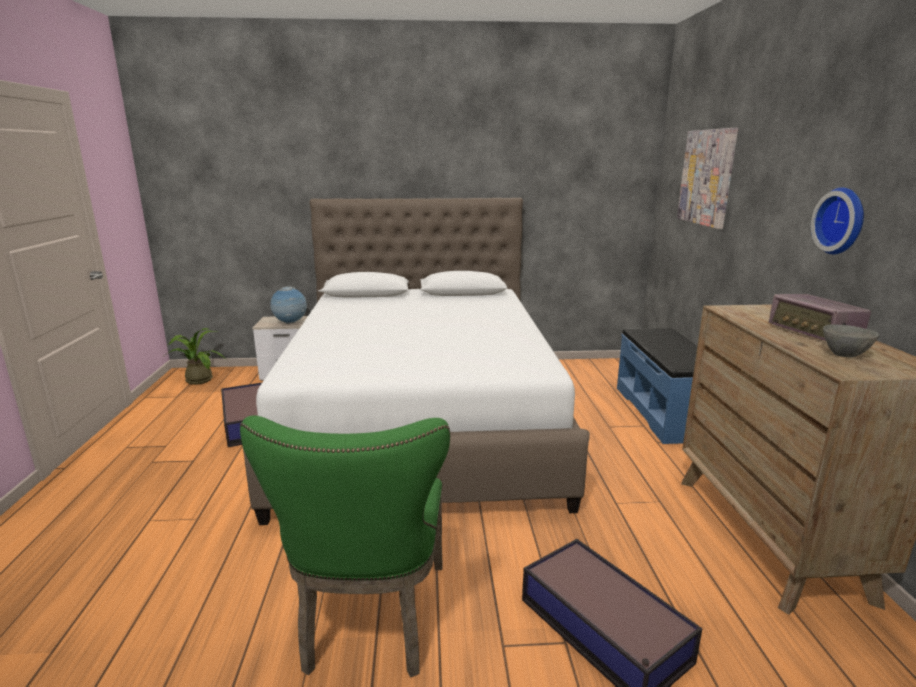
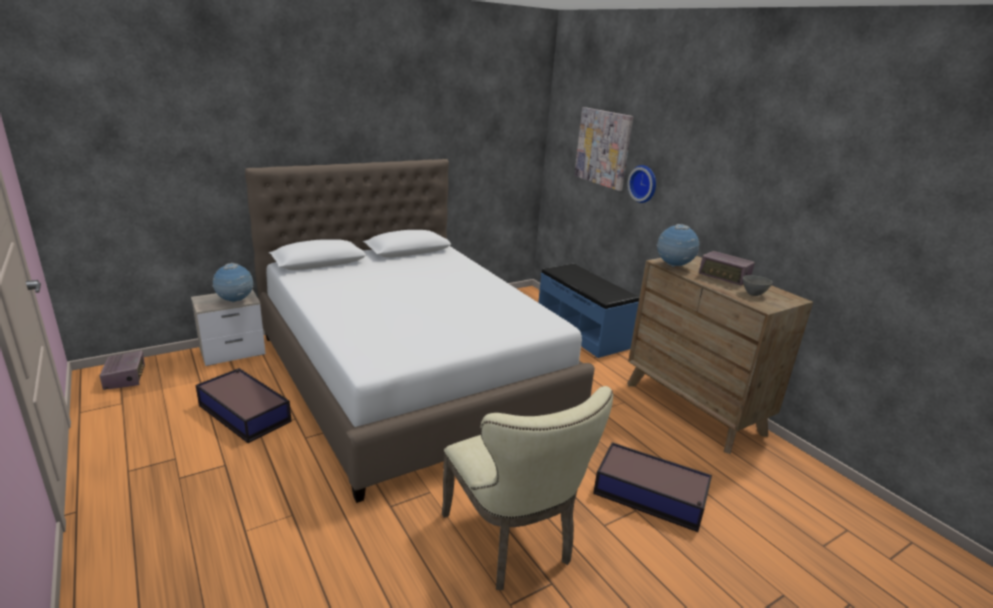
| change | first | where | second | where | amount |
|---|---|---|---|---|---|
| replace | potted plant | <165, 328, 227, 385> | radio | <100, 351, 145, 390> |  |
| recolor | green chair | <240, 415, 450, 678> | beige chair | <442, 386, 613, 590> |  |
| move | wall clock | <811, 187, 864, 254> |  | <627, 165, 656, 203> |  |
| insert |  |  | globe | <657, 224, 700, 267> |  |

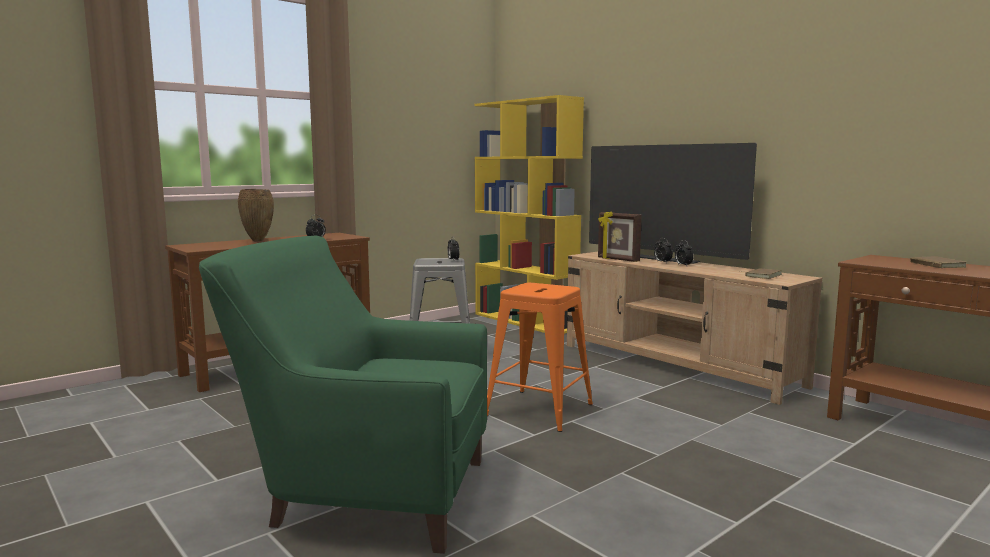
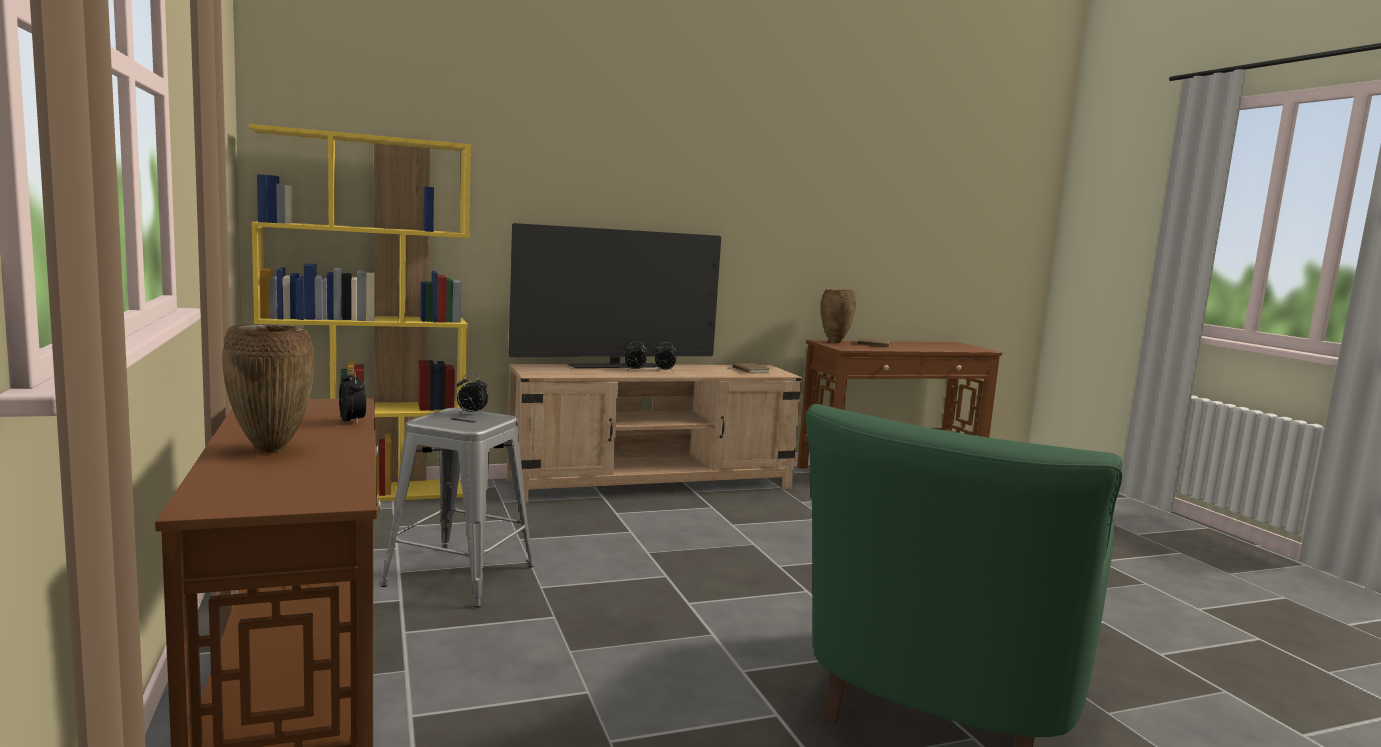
| change | first | where | second | where | amount |
|---|---|---|---|---|---|
| insert |  |  | brown vase | <821, 289, 856, 343> |  |
| delete | orange stool | <487, 283, 593, 432> |  |  |  |
| delete | picture frame | <598, 211, 642, 262> |  |  |  |

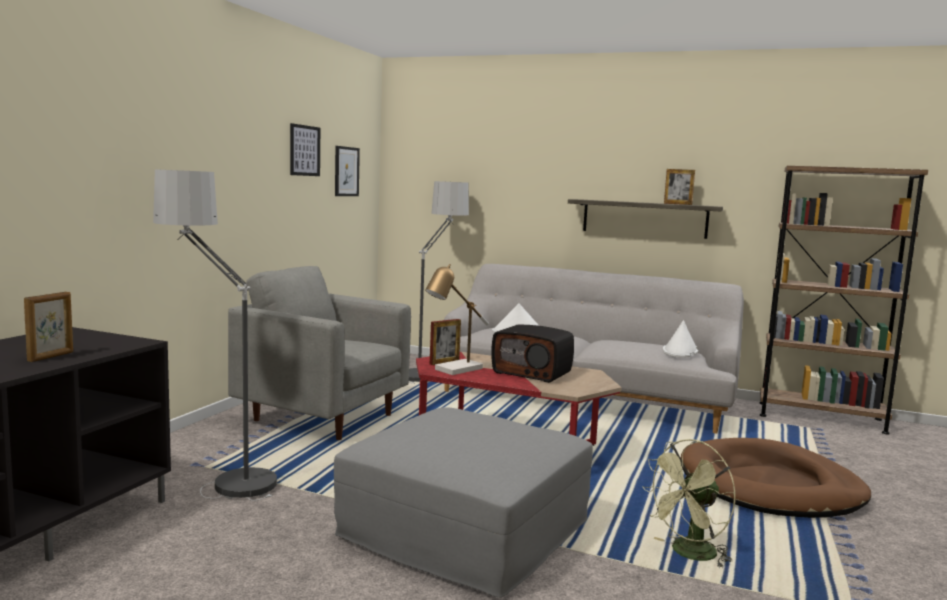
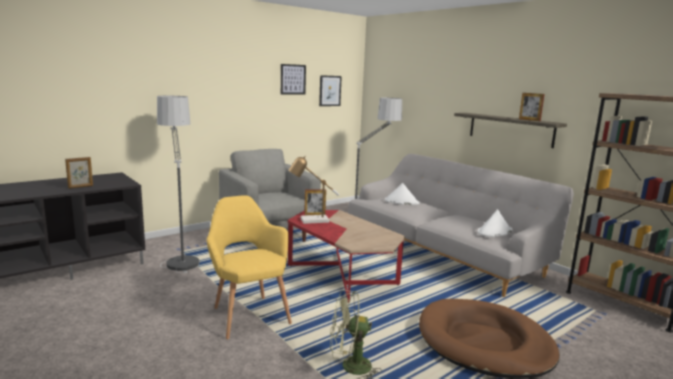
| change | first | where | second | where | amount |
|---|---|---|---|---|---|
| replace | grey ottoman | <334, 407, 593, 598> | yellow armchair | <206, 195, 292, 339> |  |
| delete | radio | <491, 325, 574, 383> |  |  |  |

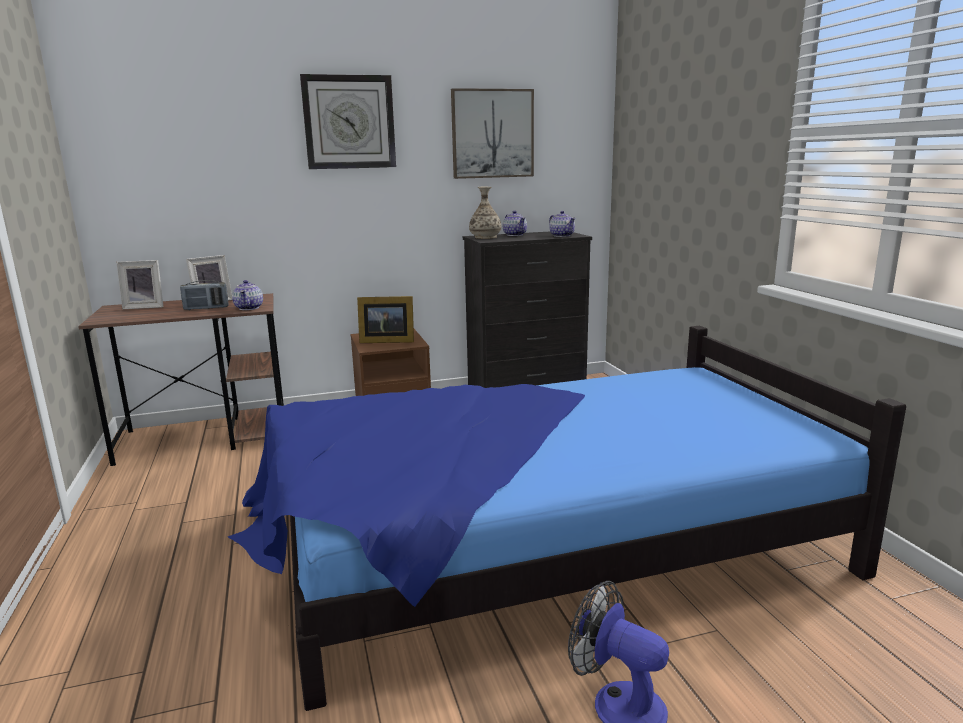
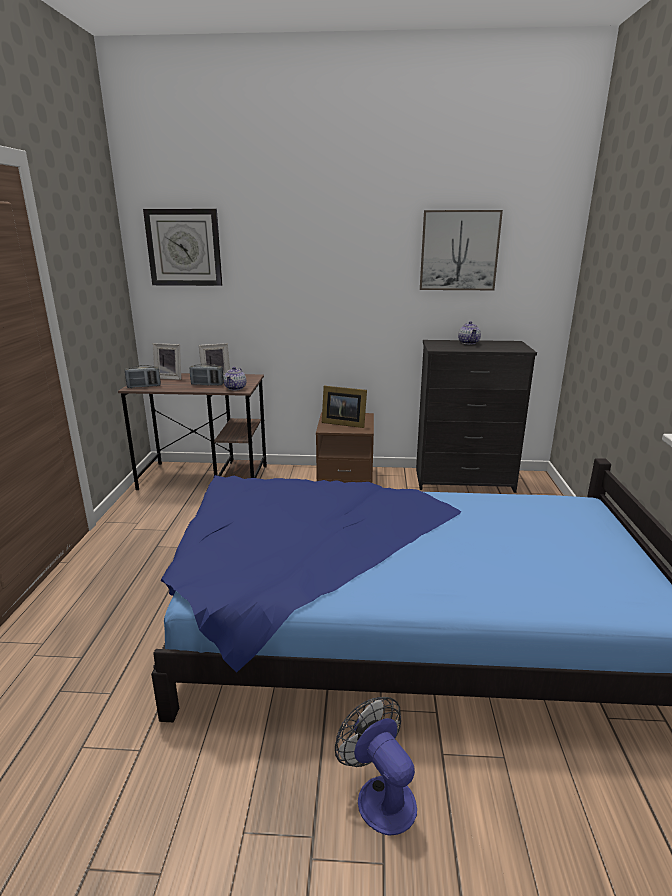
| change | first | where | second | where | amount |
|---|---|---|---|---|---|
| insert |  |  | radio | <125, 365, 161, 388> |  |
| move | wall clock | <300, 74, 396, 169> |  | <143, 209, 222, 286> |  |
| delete | vase | <469, 187, 501, 239> |  |  |  |
| delete | teapot | <549, 211, 576, 237> |  |  |  |

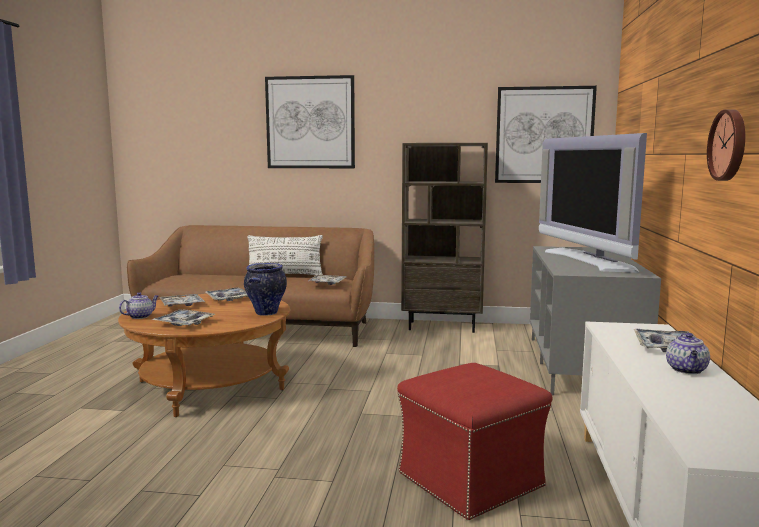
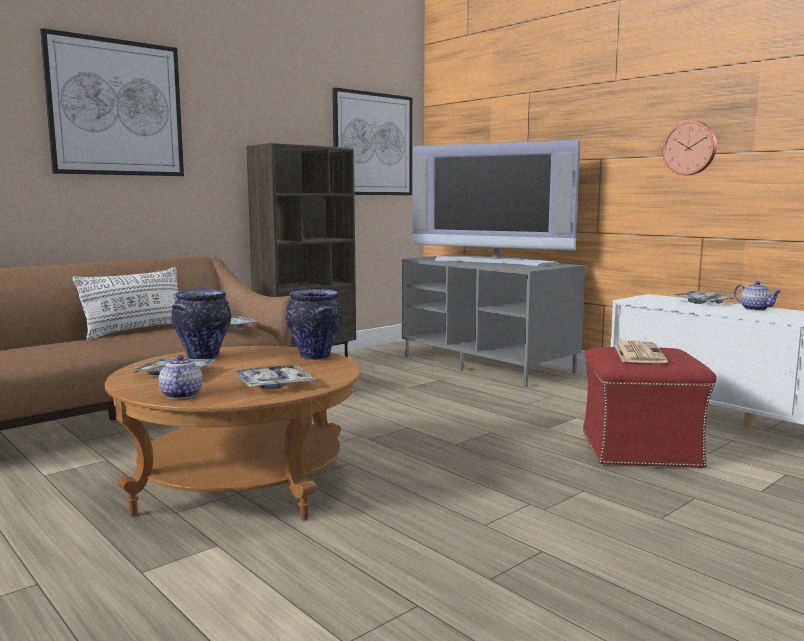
| change | first | where | second | where | amount |
|---|---|---|---|---|---|
| replace | tray | <206, 287, 248, 301> | vase | <171, 290, 231, 359> |  |
| insert |  |  | newspaper | <614, 341, 668, 363> |  |

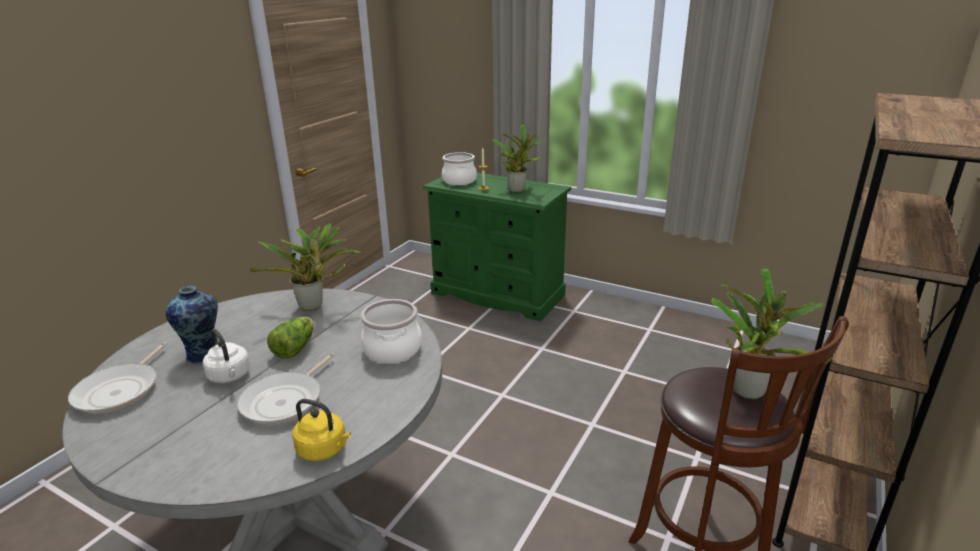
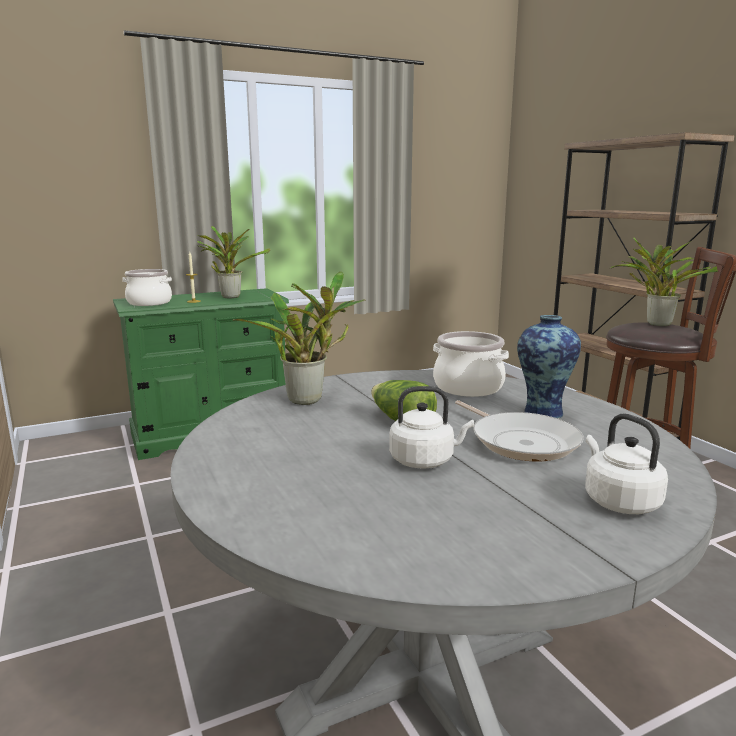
| change | first | where | second | where | amount |
|---|---|---|---|---|---|
| move | vase | <166, 286, 218, 363> |  | <517, 315, 581, 418> |  |
| insert |  |  | white kettle | <585, 413, 668, 514> |  |
| delete | frying pan | <68, 343, 167, 413> |  |  |  |
| delete | yellow kettle | <292, 399, 351, 461> |  |  |  |

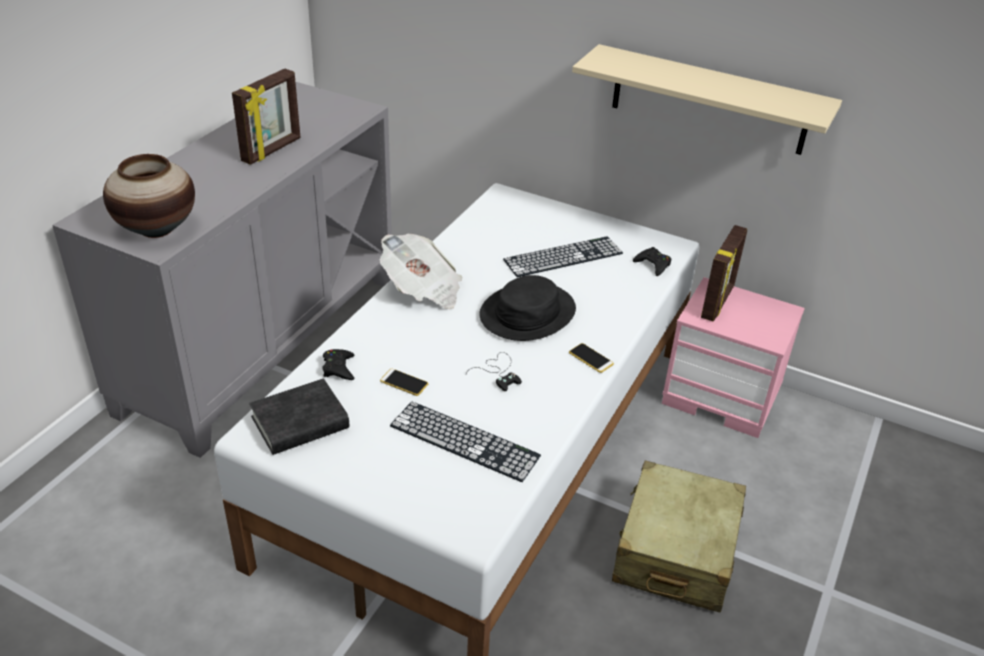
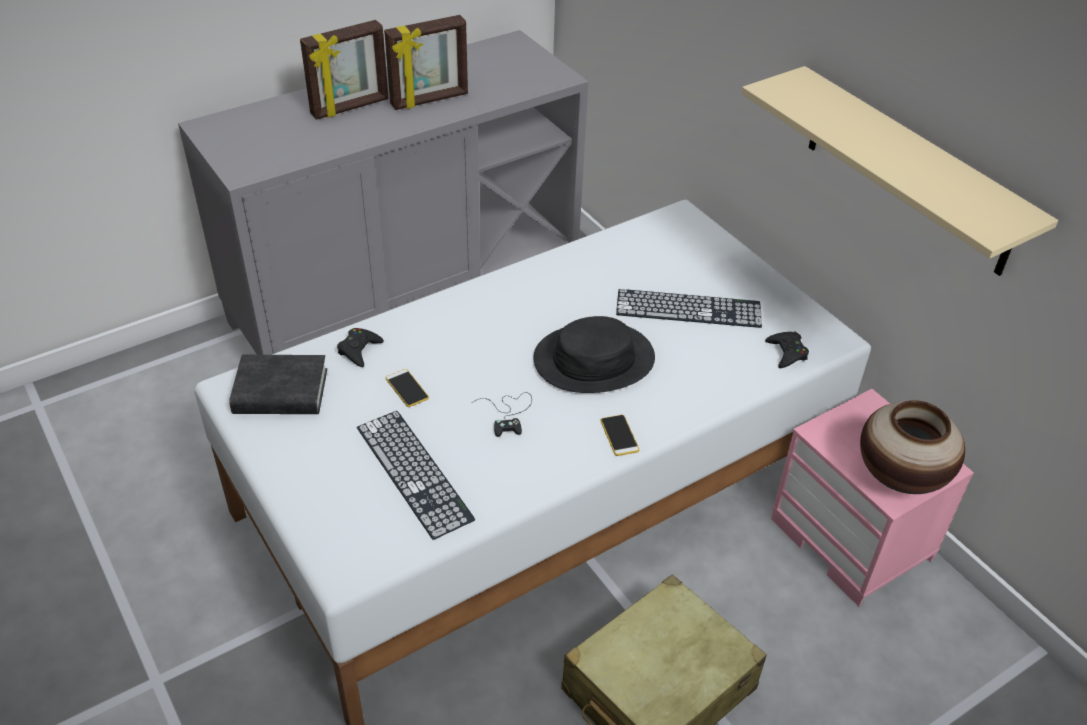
| change | first | where | second | where | amount |
|---|---|---|---|---|---|
| move | picture frame | <701, 225, 747, 321> |  | <300, 20, 388, 120> |  |
| move | vase | <103, 154, 195, 238> |  | <860, 400, 965, 494> |  |
| delete | newspaper | <380, 234, 462, 309> |  |  |  |

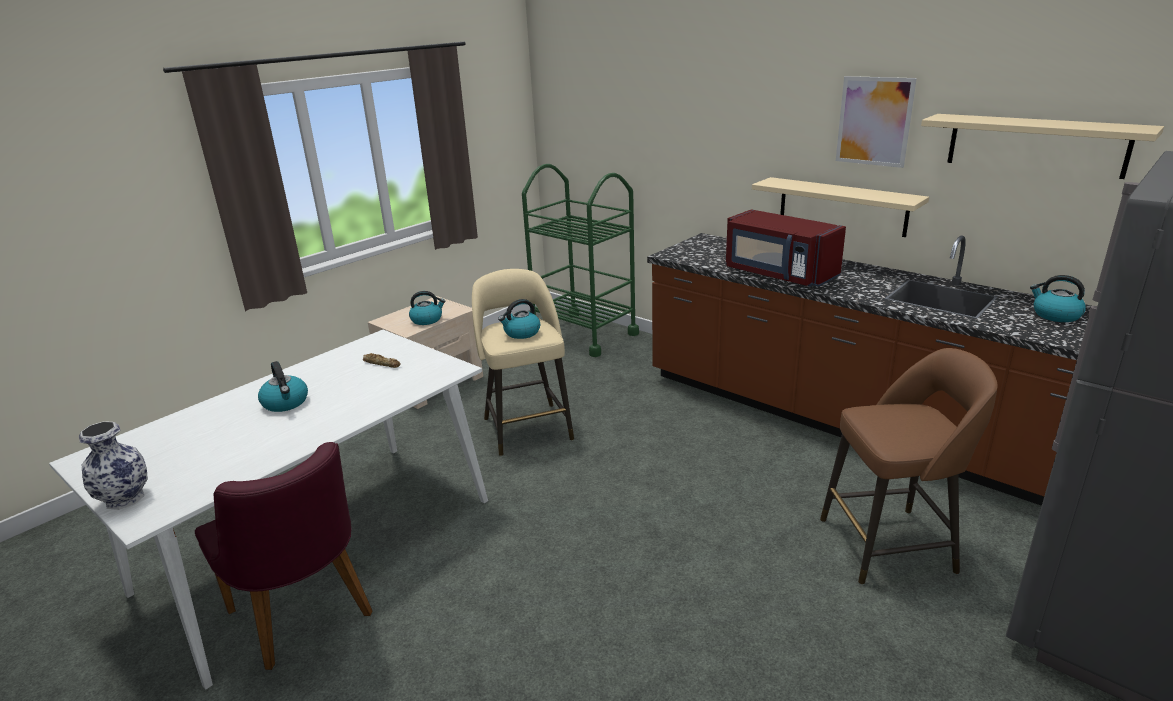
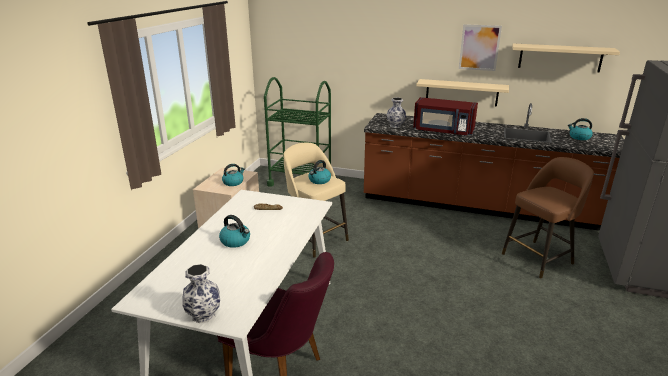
| change | first | where | second | where | amount |
|---|---|---|---|---|---|
| insert |  |  | vase | <387, 98, 406, 128> |  |

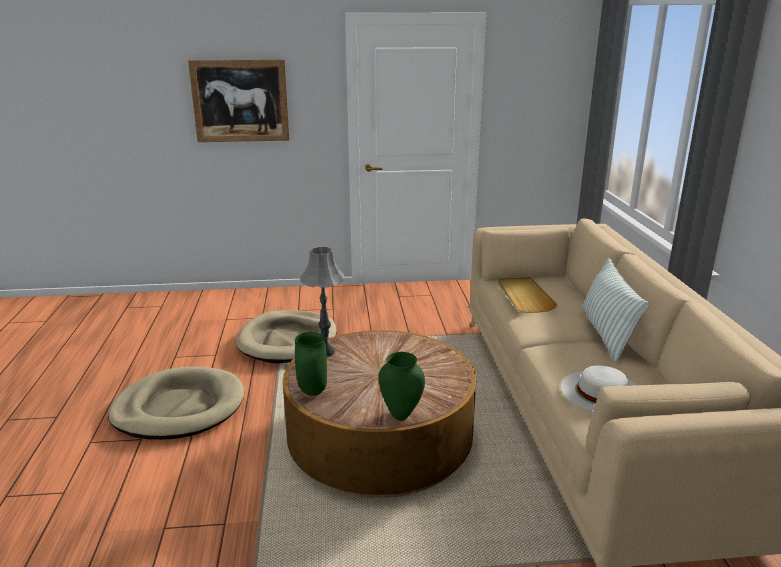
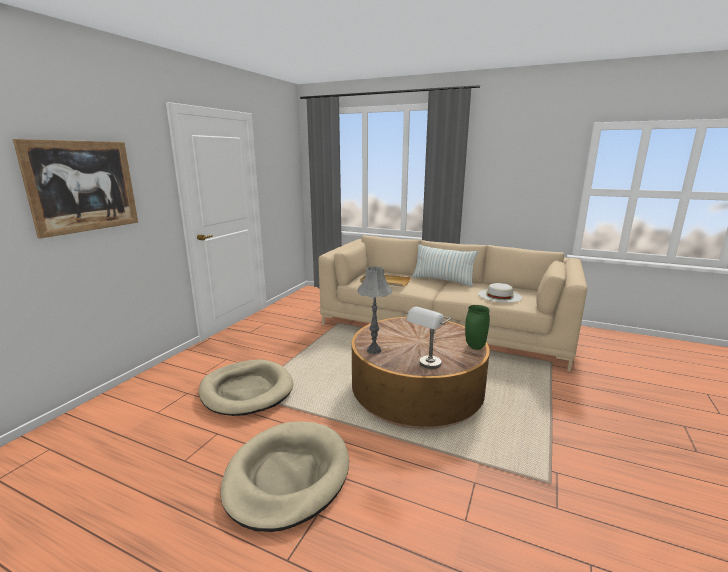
| change | first | where | second | where | amount |
|---|---|---|---|---|---|
| replace | green vase | <295, 332, 327, 396> | grey table lamp | <407, 307, 451, 369> |  |

